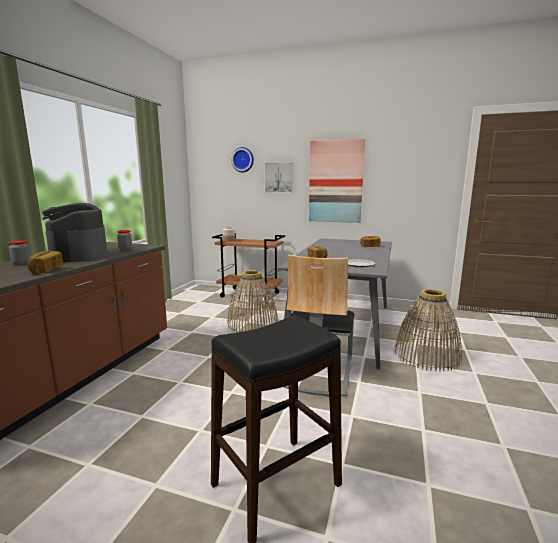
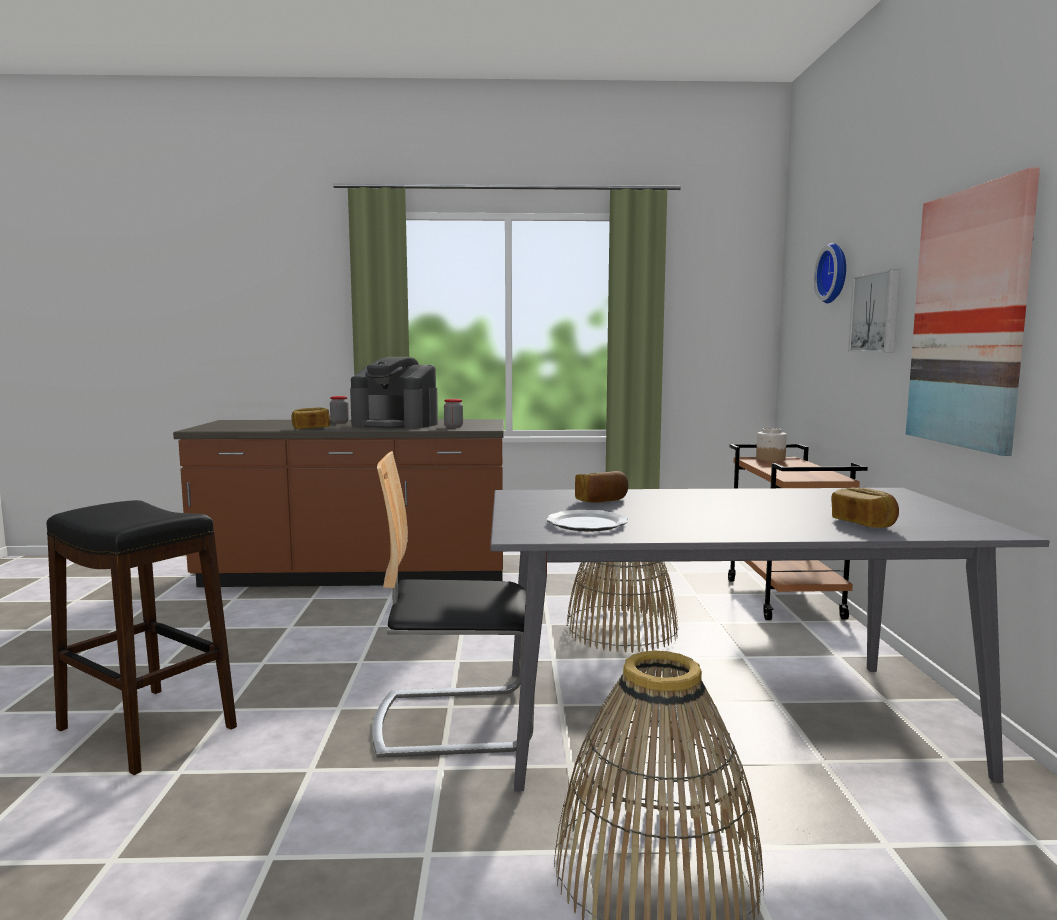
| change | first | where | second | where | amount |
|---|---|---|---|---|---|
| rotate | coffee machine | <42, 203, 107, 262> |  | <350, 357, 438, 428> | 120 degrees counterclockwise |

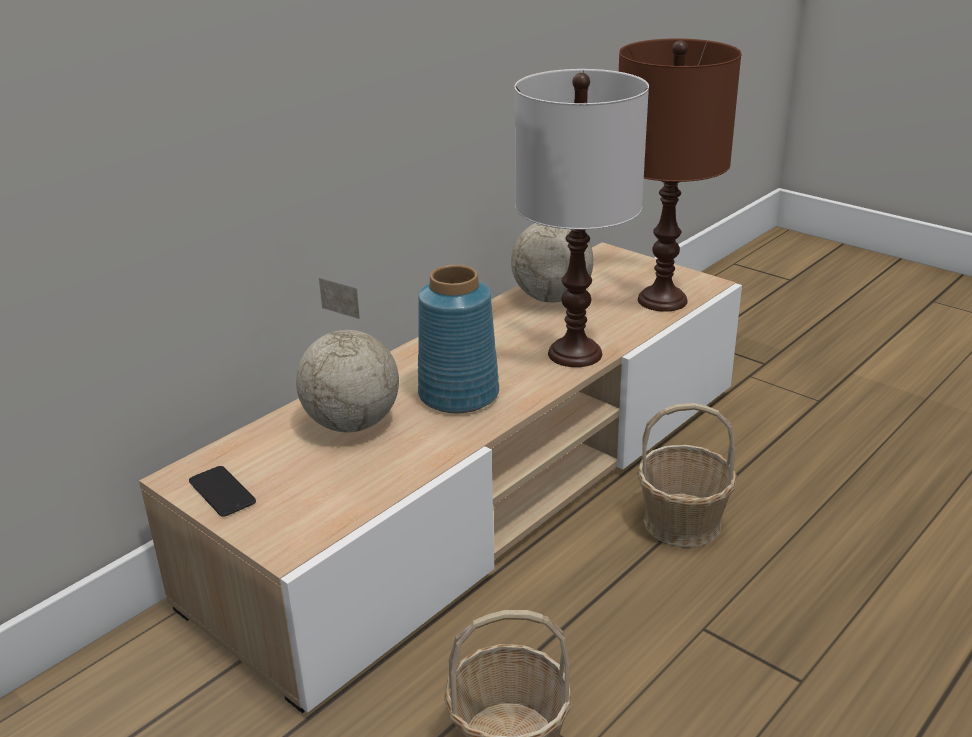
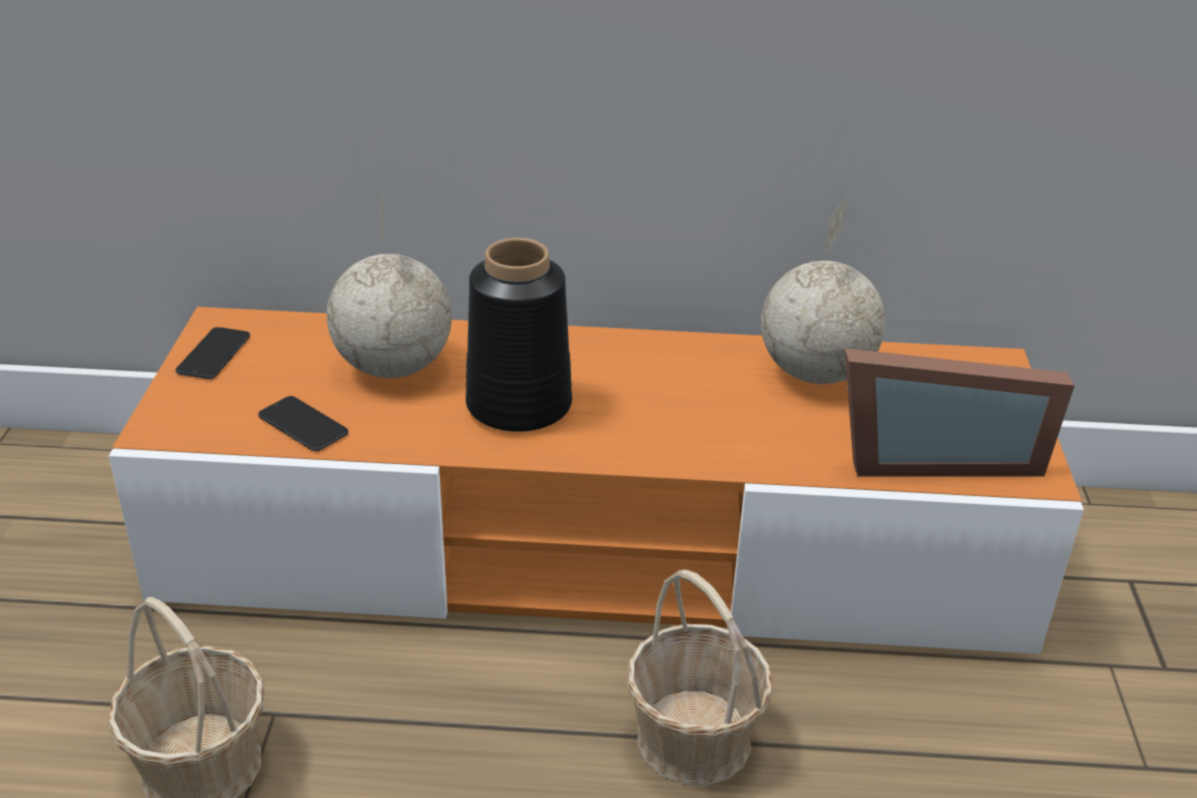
| change | first | where | second | where | amount |
|---|---|---|---|---|---|
| recolor | beige tv stand | <139, 242, 742, 713> | orange tv stand | <109, 307, 1084, 654> |  |
| insert |  |  | phone | <258, 396, 349, 451> |  |
| recolor | blue vase | <418, 265, 499, 413> | black vase | <466, 238, 572, 432> |  |
| replace | brown table lamp | <619, 39, 742, 312> | picture frame | <845, 348, 1075, 477> |  |
| delete | white table lamp | <514, 69, 649, 367> |  |  |  |

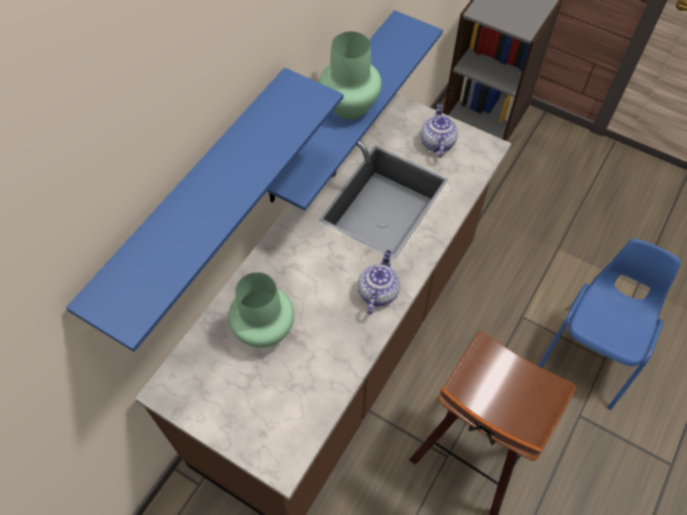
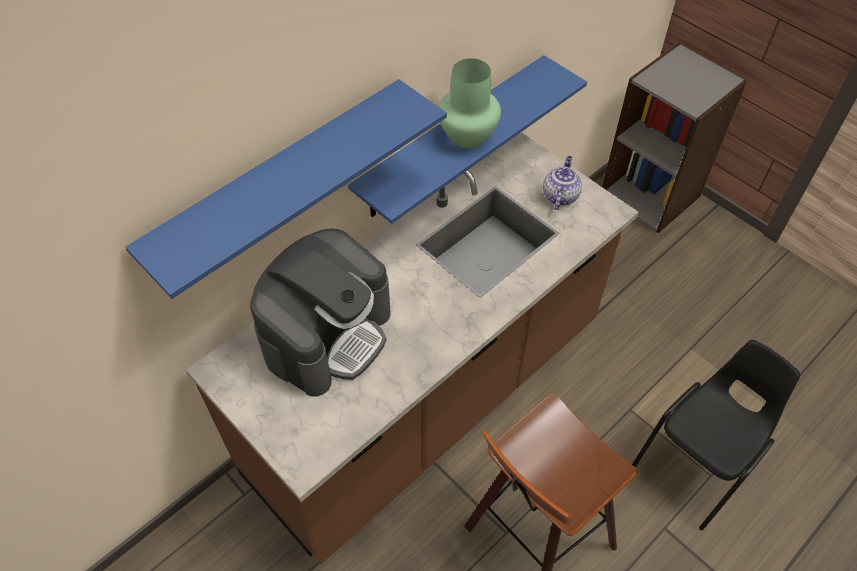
| change | first | where | second | where | amount |
|---|---|---|---|---|---|
| replace | green vase | <228, 272, 294, 348> | coffee machine | <250, 229, 391, 397> |  |
| recolor | blue chair | <538, 238, 681, 410> | black chair | <632, 340, 800, 530> |  |
| delete | teapot | <358, 250, 400, 315> |  |  |  |

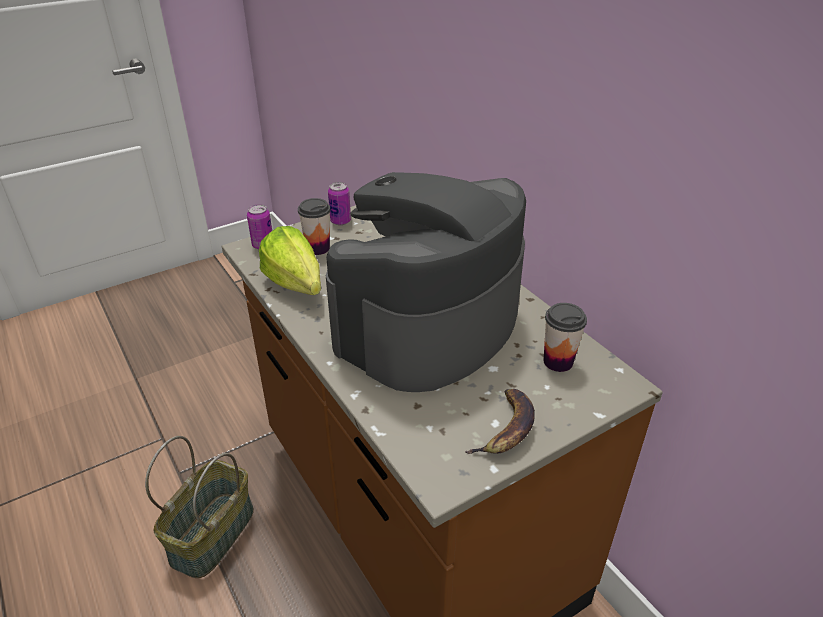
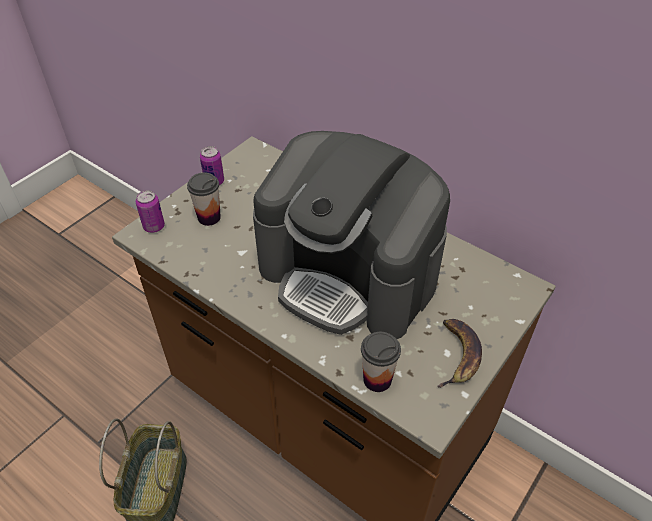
| change | first | where | second | where | amount |
|---|---|---|---|---|---|
| rotate | coffee machine | <326, 172, 526, 392> |  | <253, 131, 450, 339> | 75 degrees counterclockwise |
| move | cup | <544, 303, 587, 372> |  | <361, 332, 401, 392> |  |
| delete | lettuce | <259, 226, 321, 295> |  |  |  |

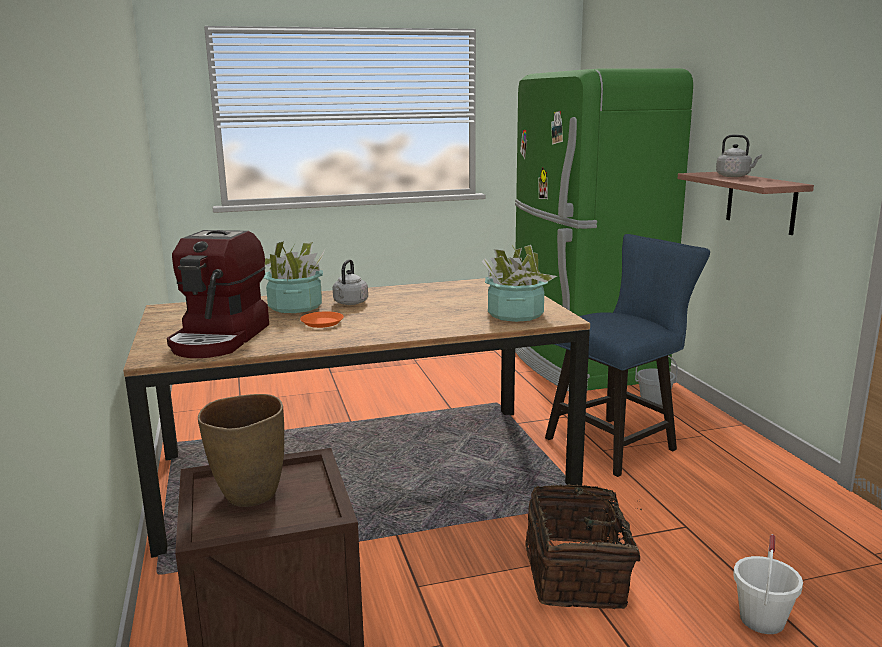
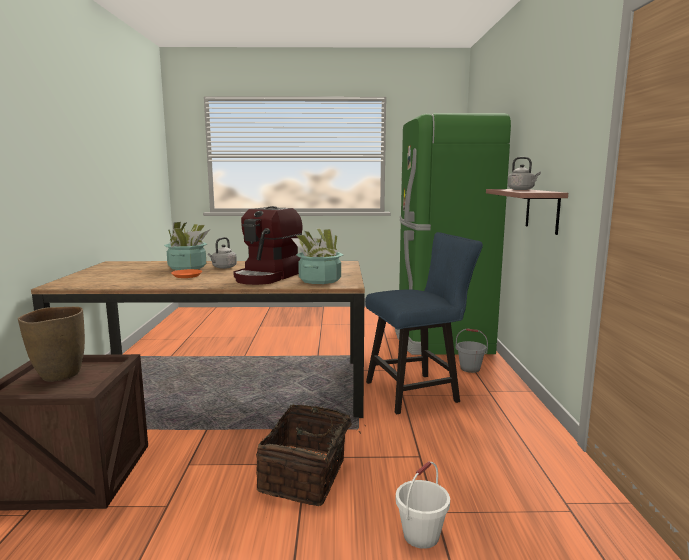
| change | first | where | second | where | amount |
|---|---|---|---|---|---|
| move | coffee machine | <167, 230, 269, 358> |  | <233, 206, 303, 285> |  |

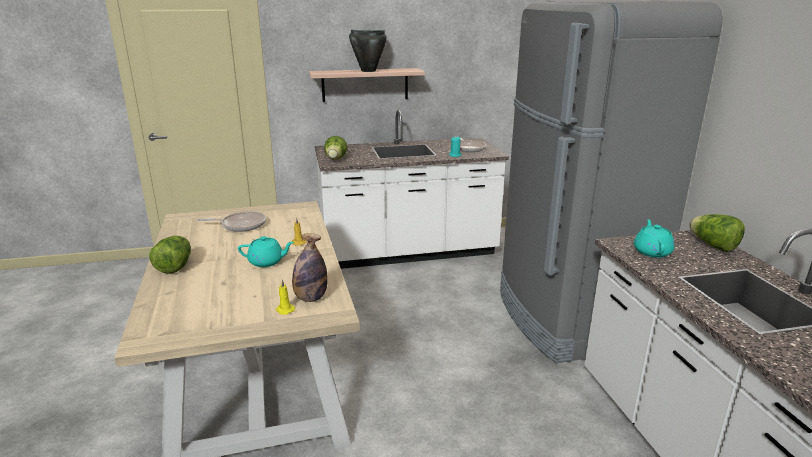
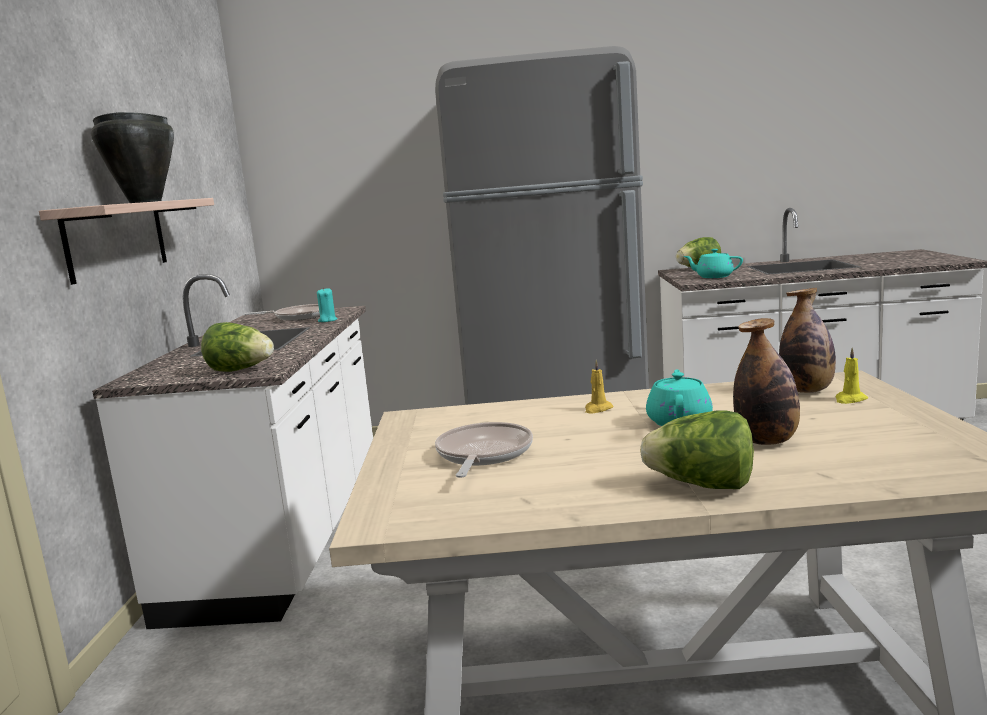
| change | first | where | second | where | amount |
|---|---|---|---|---|---|
| insert |  |  | bottle | <733, 318, 800, 445> |  |

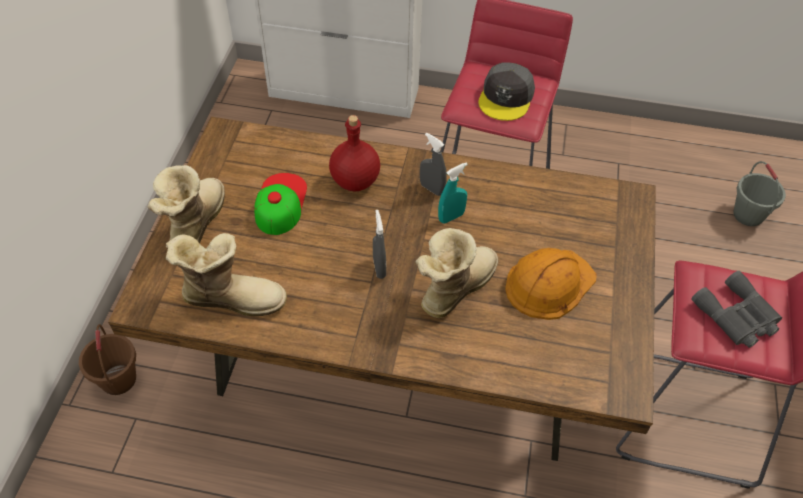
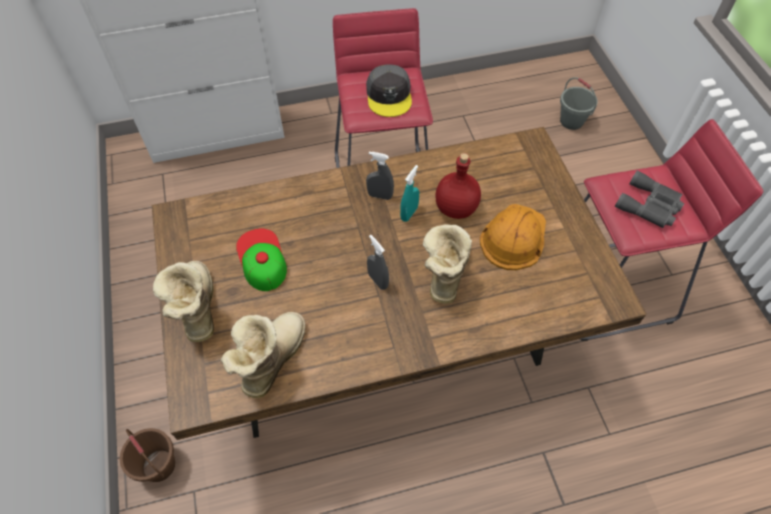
| change | first | where | second | where | amount |
|---|---|---|---|---|---|
| rotate | boot | <166, 233, 287, 316> |  | <221, 312, 305, 398> | 45 degrees counterclockwise |
| move | red bottle | <329, 115, 380, 192> |  | <435, 153, 481, 219> |  |

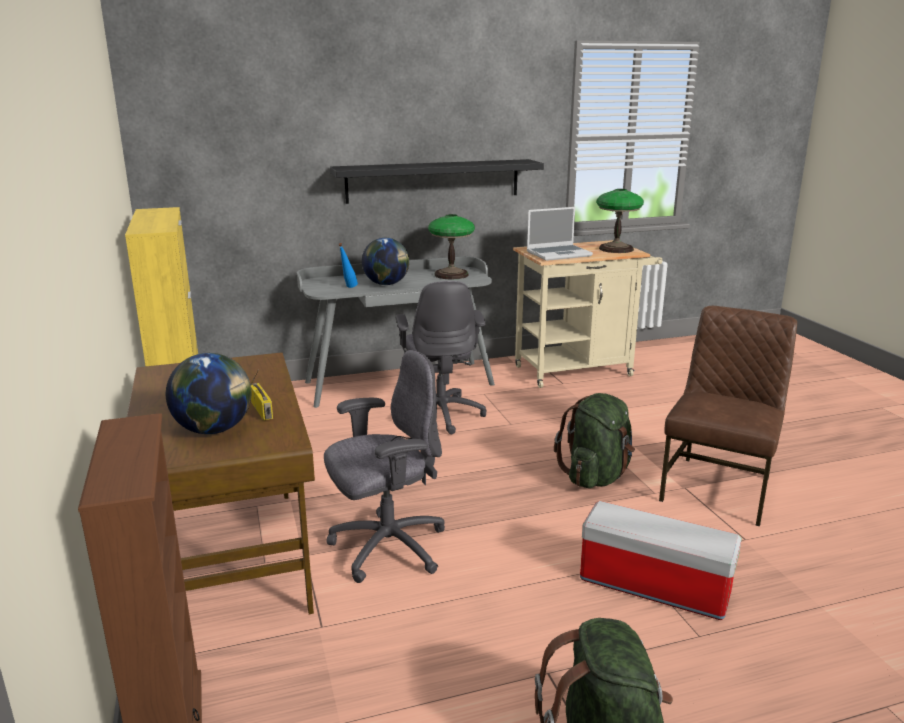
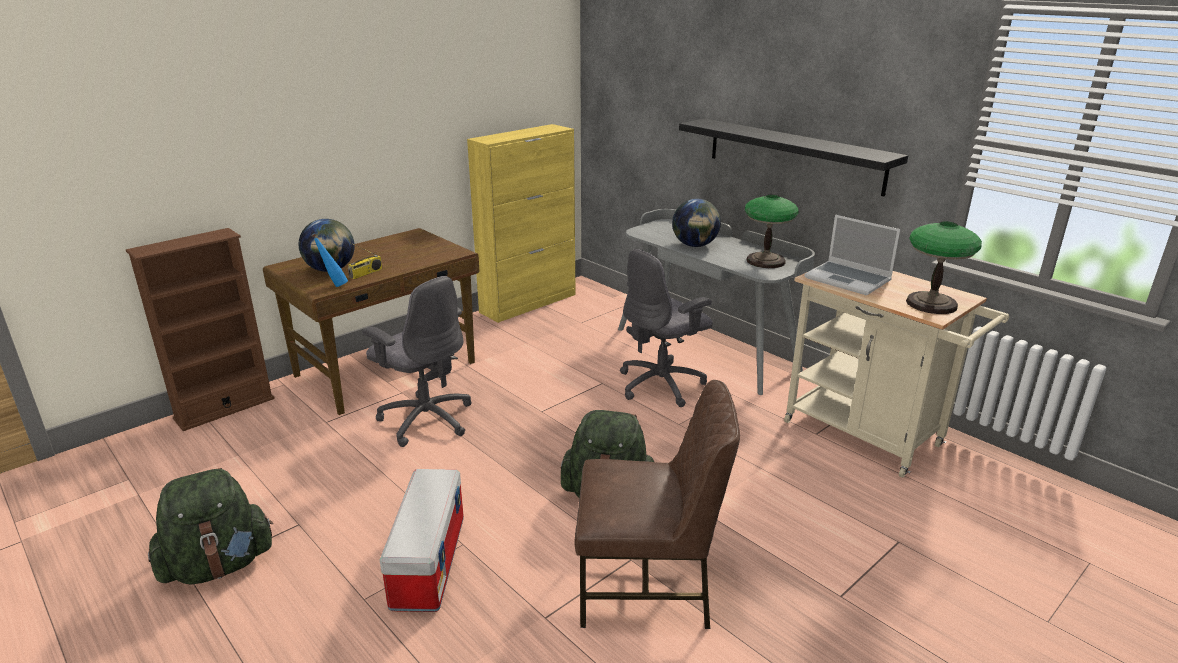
| change | first | where | second | where | amount |
|---|---|---|---|---|---|
| move | blue bottle | <339, 243, 358, 288> |  | <311, 233, 348, 287> |  |

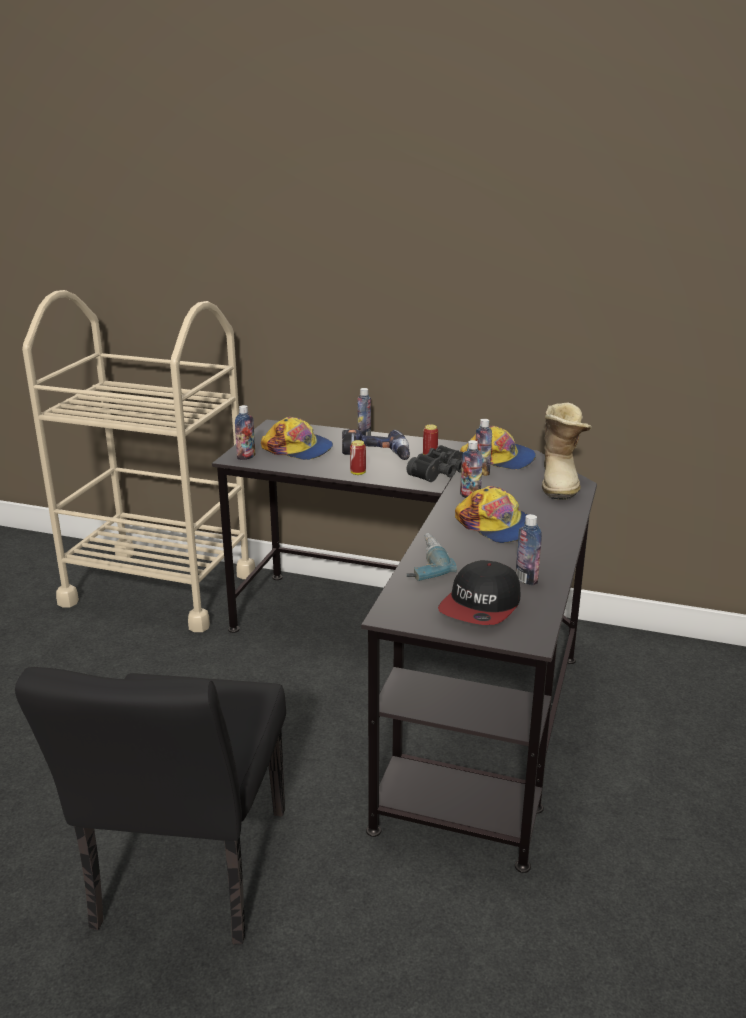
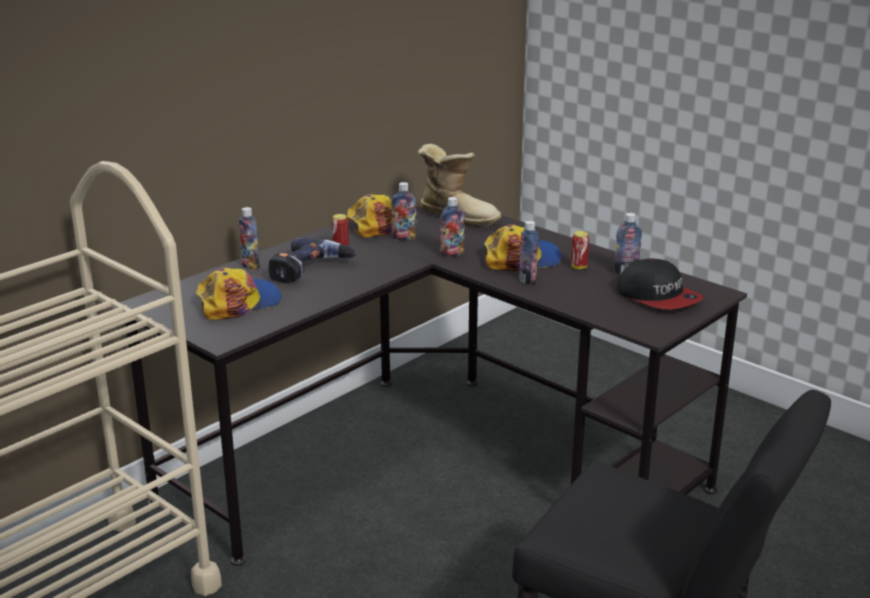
| change | first | where | second | where | amount |
|---|---|---|---|---|---|
| move | bottle | <235, 405, 255, 460> |  | <519, 221, 538, 285> |  |
| move | can | <350, 440, 366, 475> |  | <571, 231, 589, 269> |  |
| delete | black binoculars | <407, 445, 463, 482> |  |  |  |
| delete | power drill | <407, 533, 457, 581> |  |  |  |

